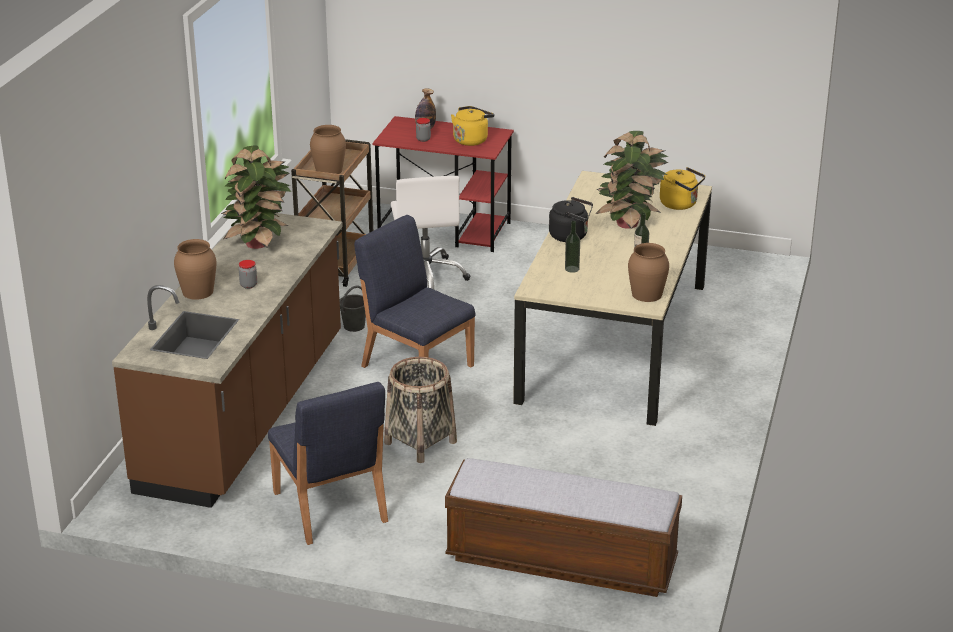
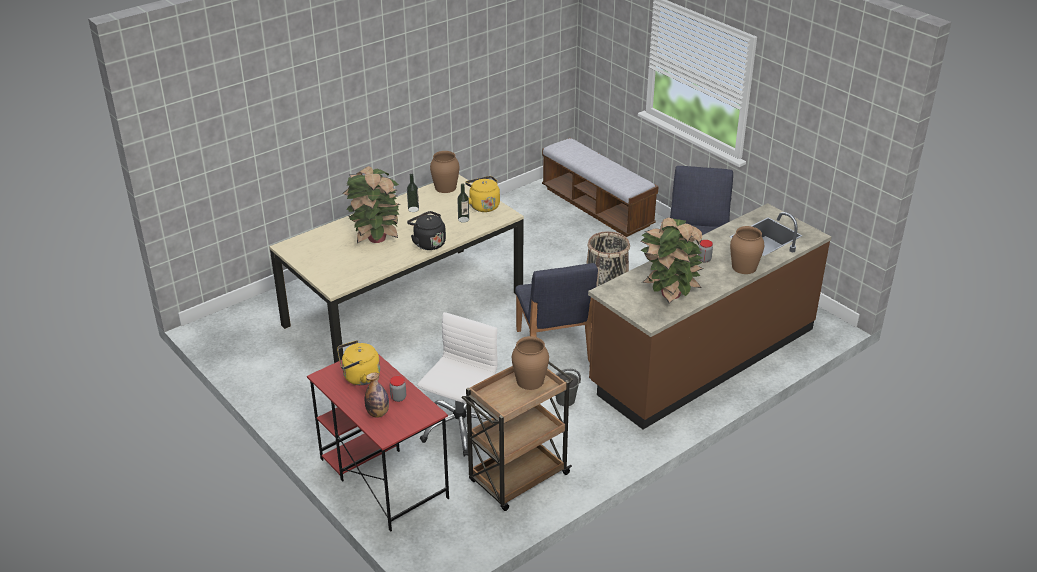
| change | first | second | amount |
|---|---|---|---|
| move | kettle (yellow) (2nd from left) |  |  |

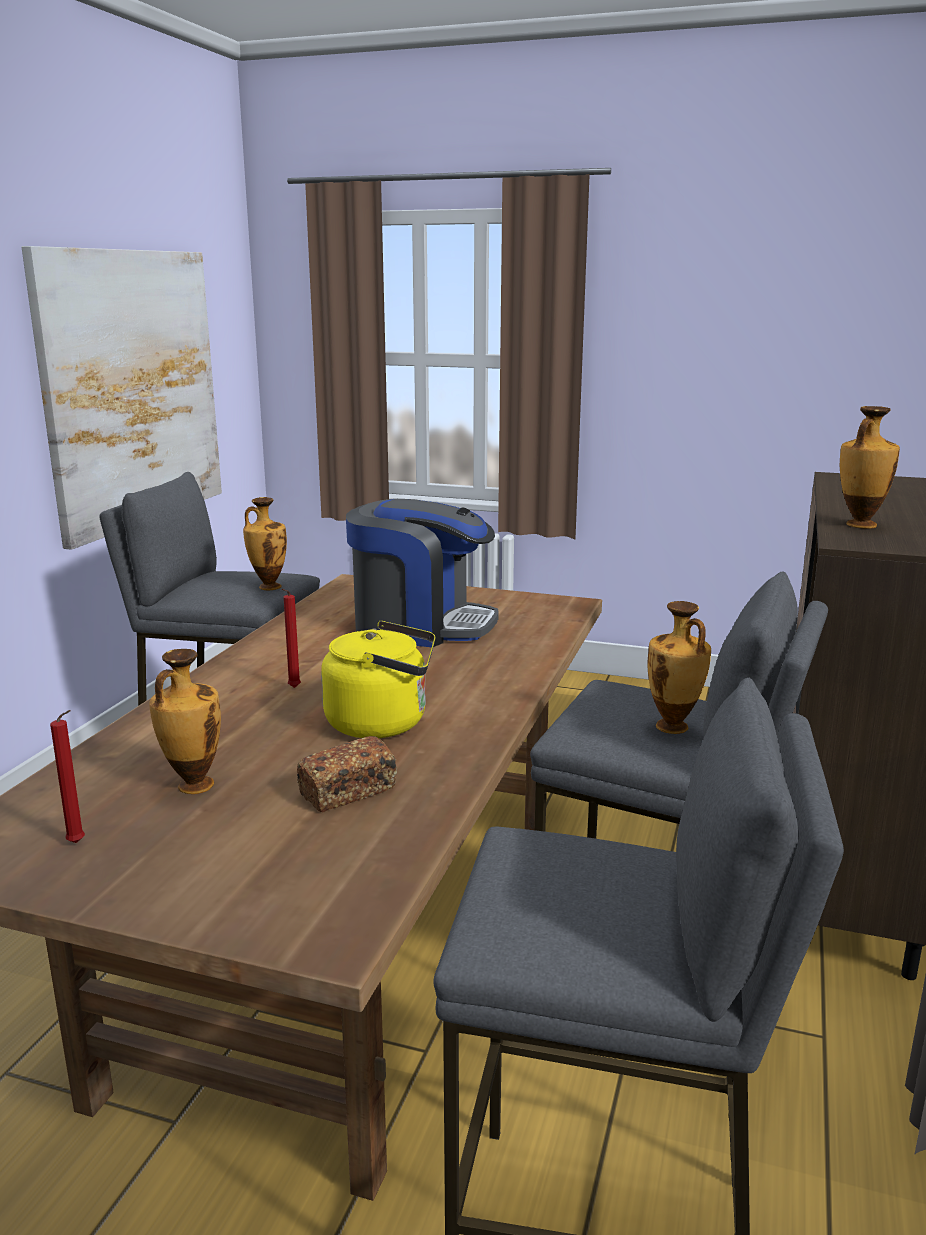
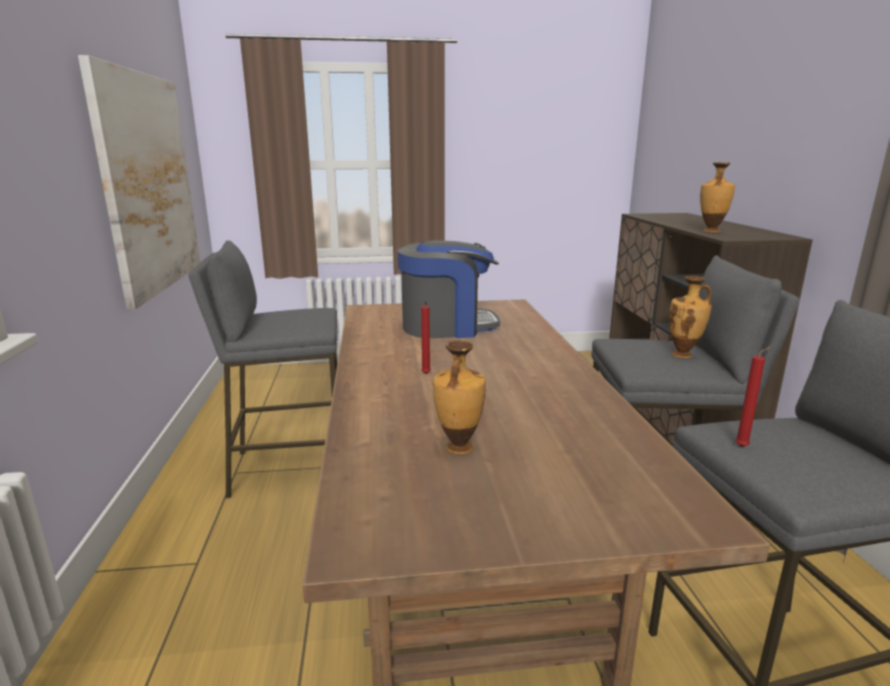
| change | first | second | amount |
|---|---|---|---|
| delete | vase (2nd from left) |  |  |
| delete | bread |  |  |
| delete | kettle (yellow) |  |  |
| move | candle (red) (1st from left in the first image) | candle (red) (2nd from left) |  |

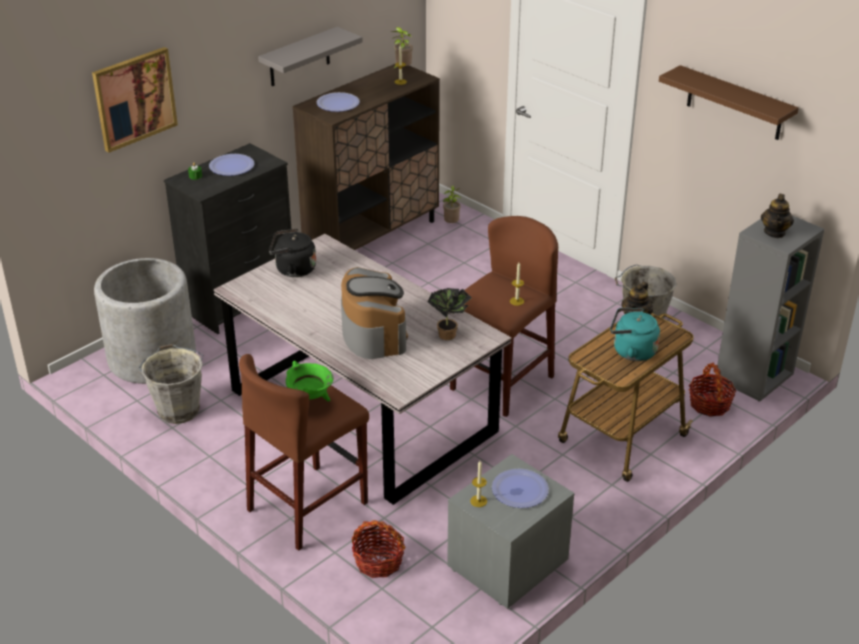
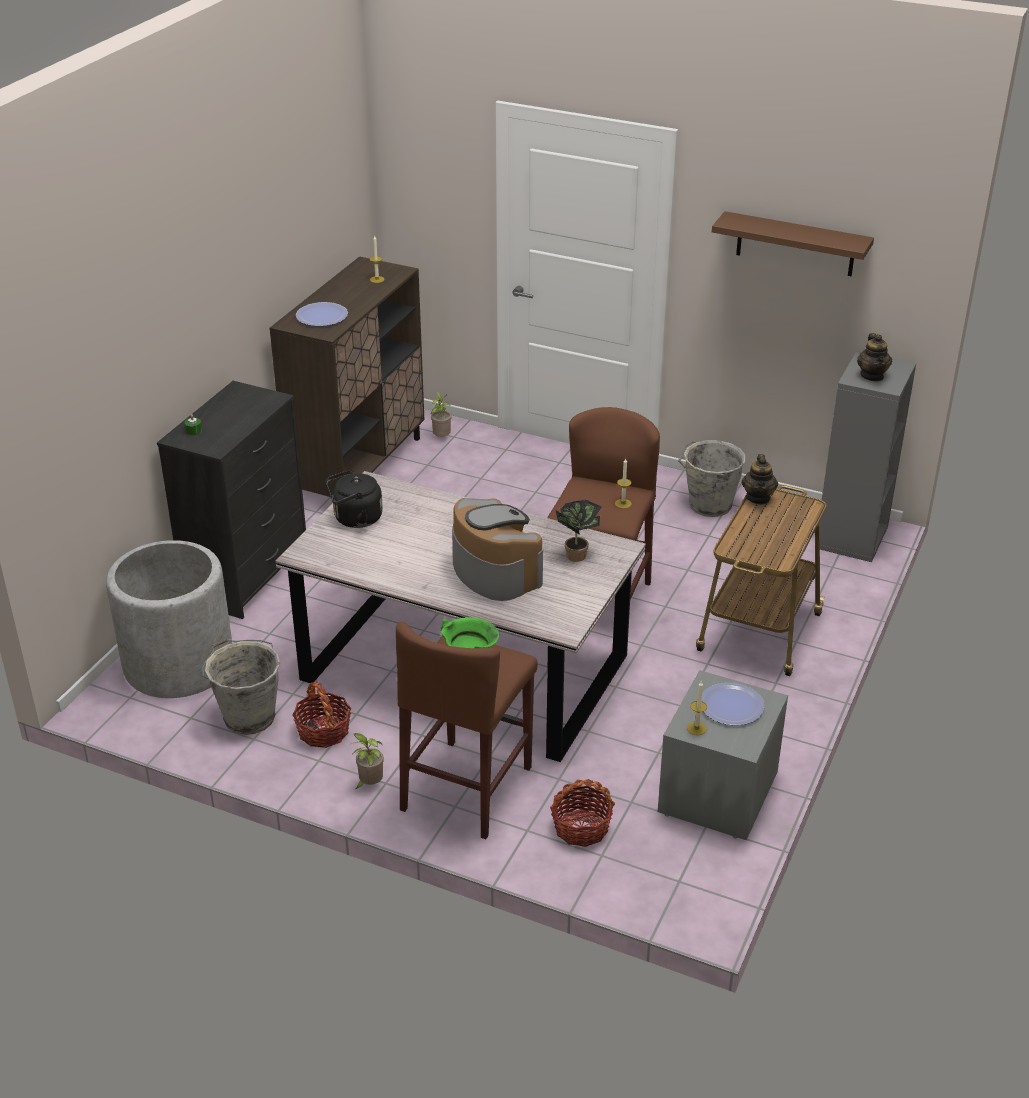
| change | first | second | amount |
|---|---|---|---|
| delete | picture |  |  |
| delete | plate (1st from left) |  |  |
| delete | shelf (grey) |  |  |
| delete | kettle (turquoise) |  |  |
| move | potted plant (1st from left) |  |  |
| move | basket (2nd from left in the first image) | basket (1st from left) |  |

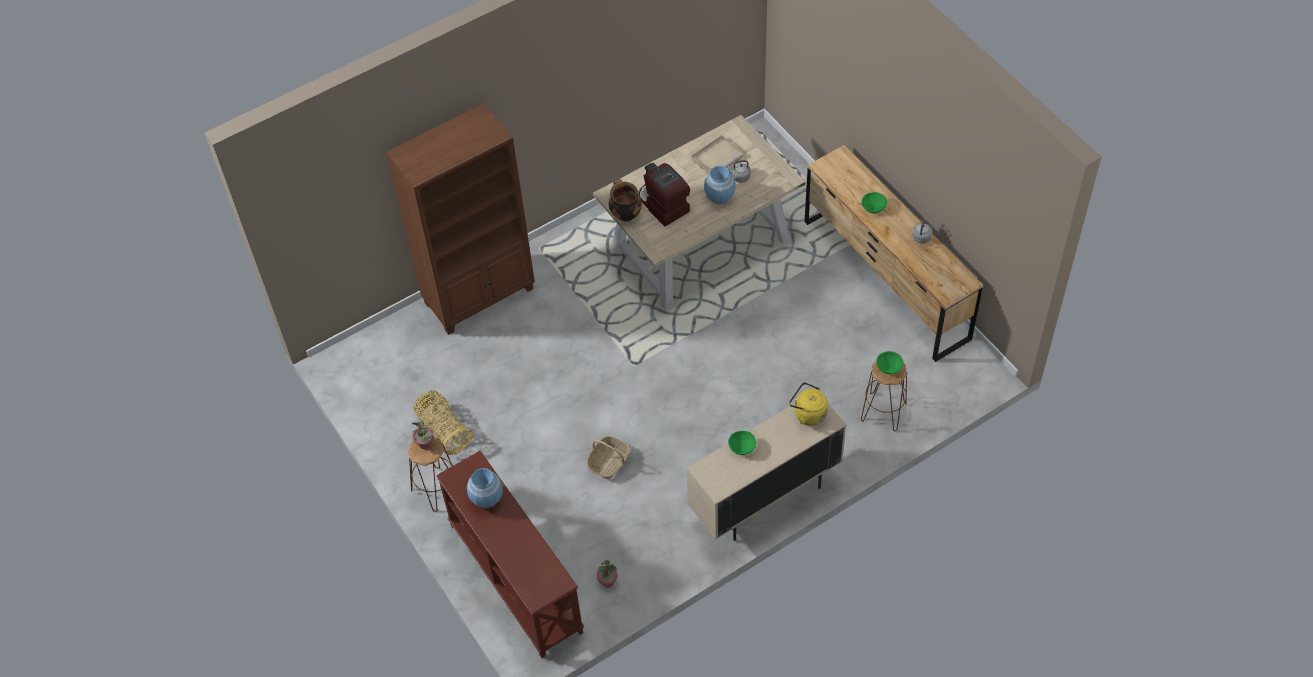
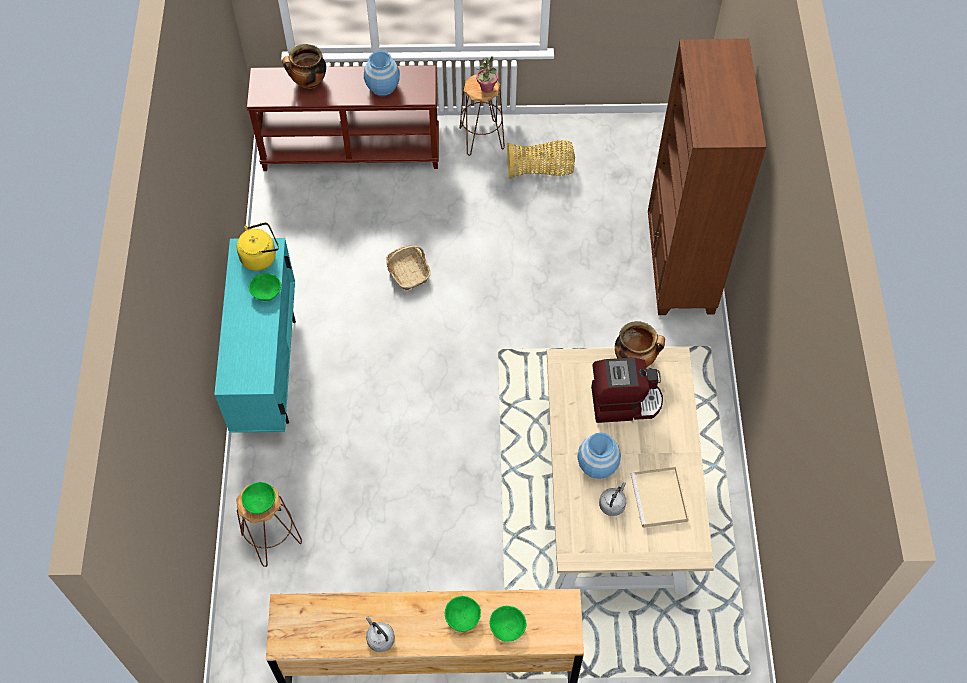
| change | first | second | amount |
|---|---|---|---|
| delete | potted plant (2nd from left) |  |  |
| insert |  | cooking pot (1st from left) |  |
| insert |  | bowl (green) (4th from left) |  |
| move | kettle (yellow) |  |  |
| recolor | cabinet (beige) | cabinet (turquoise) |  |

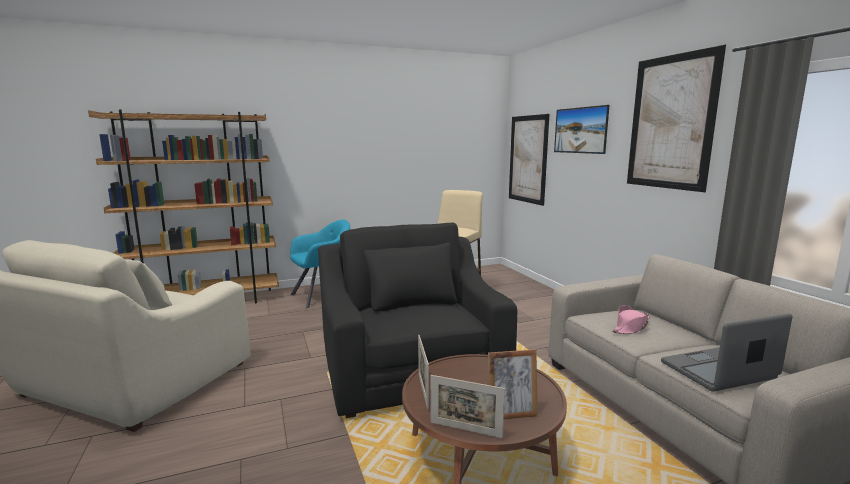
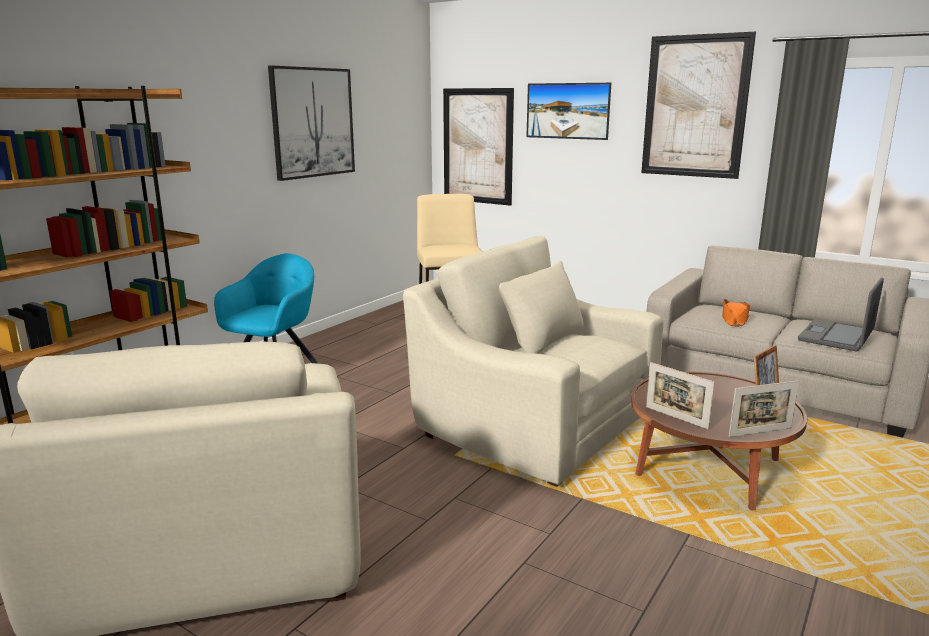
| change | first | second | amount |
|---|---|---|---|
| insert |  | picture (1st from left) |  |
| recolor | armchair (black) | armchair (beige) (2nd from left) |  |
| recolor | hat (pink) | hat (orange) |  |

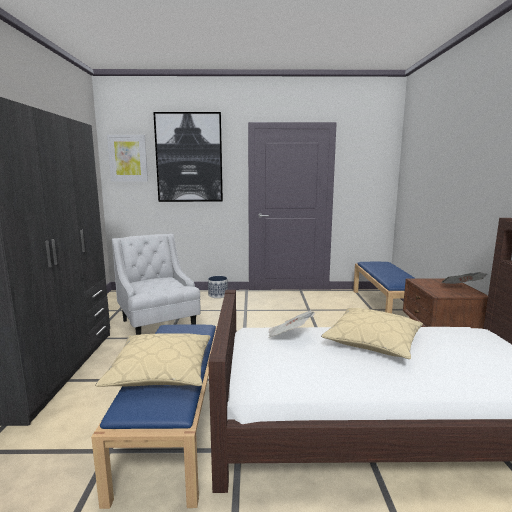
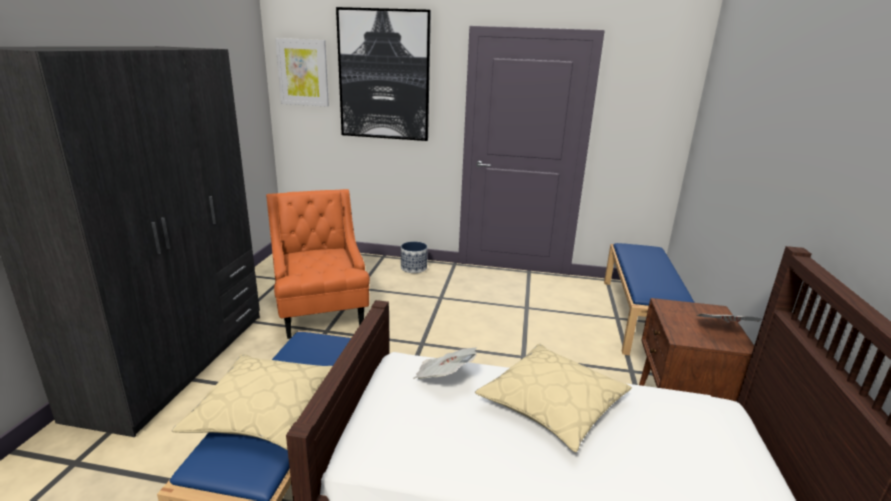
| change | first | second | amount |
|---|---|---|---|
| recolor | armchair (white) | armchair (orange) |  |

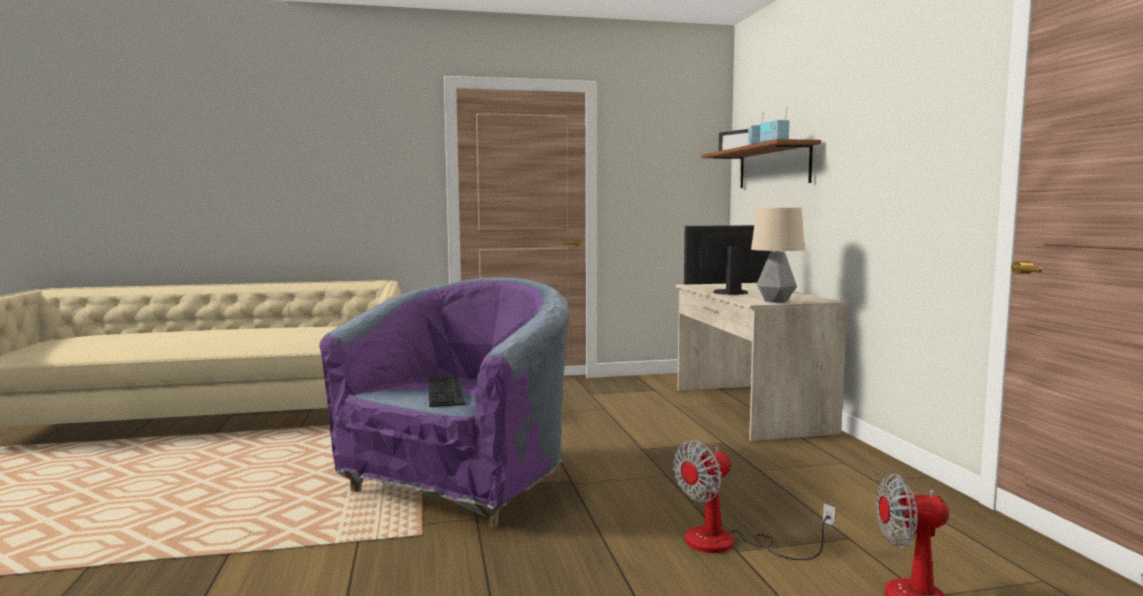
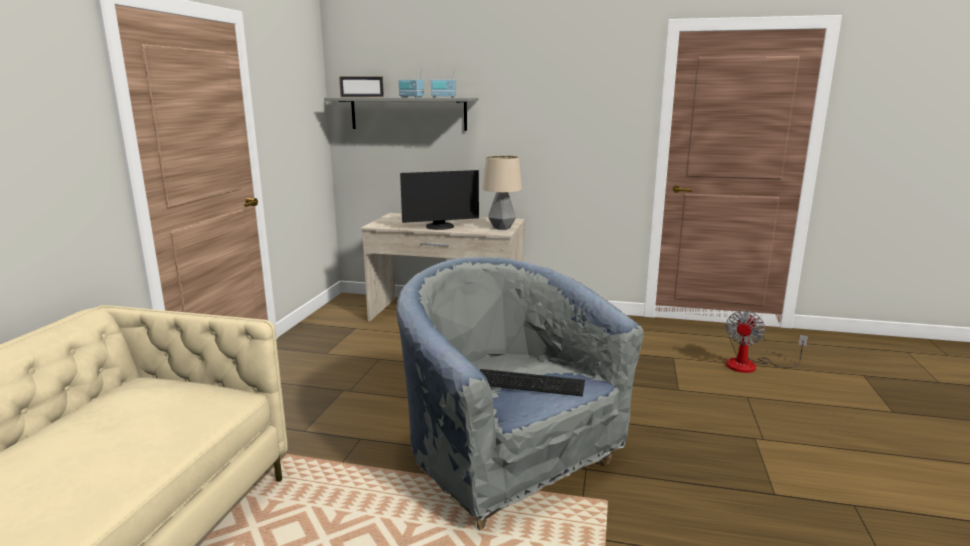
| change | first | second | amount |
|---|---|---|---|
| delete | fan (1st from left) |  |  |
| recolor | armchair (purple) | armchair (grey) |  |
| recolor | shelf (brown) | shelf (grey) |  |
| rotate | monitor |  | 120 degrees counterclockwise |

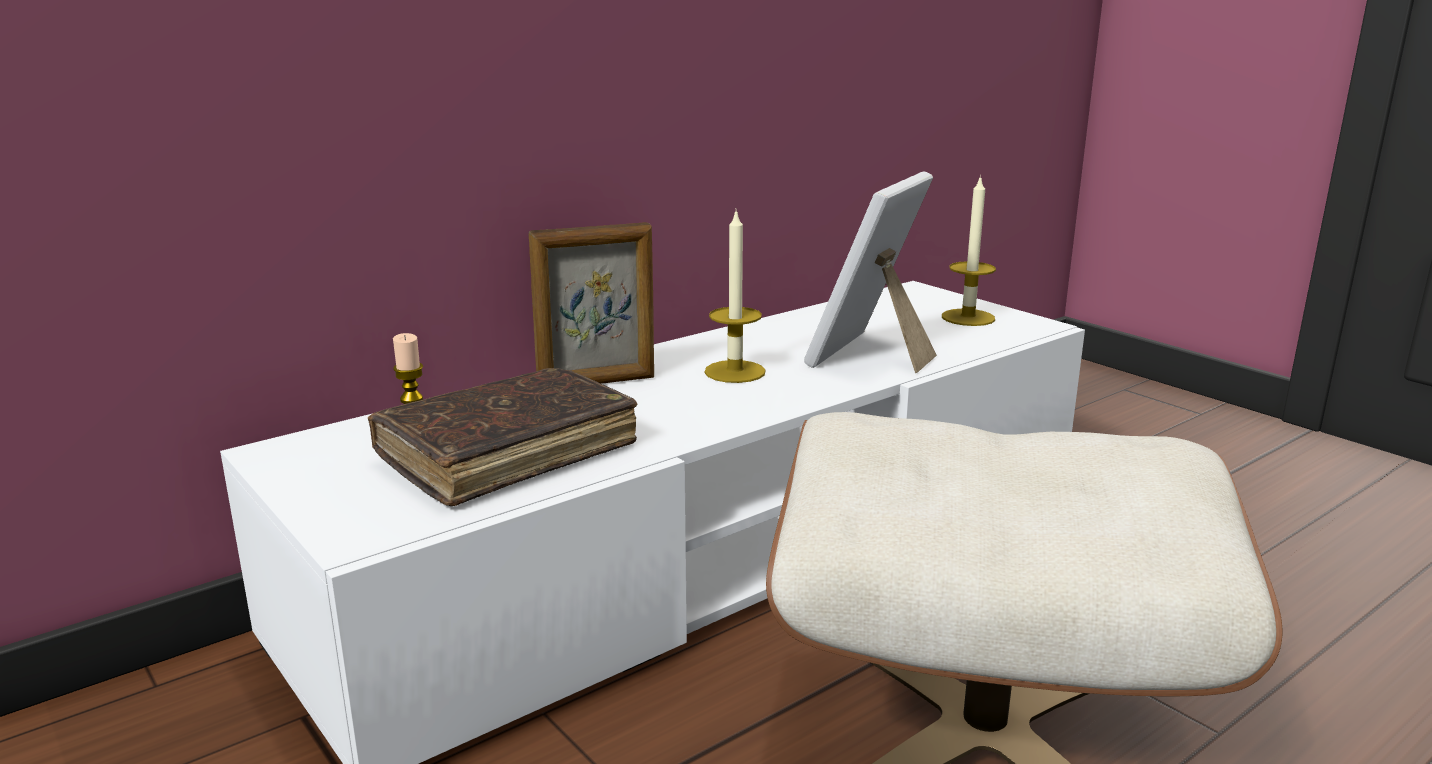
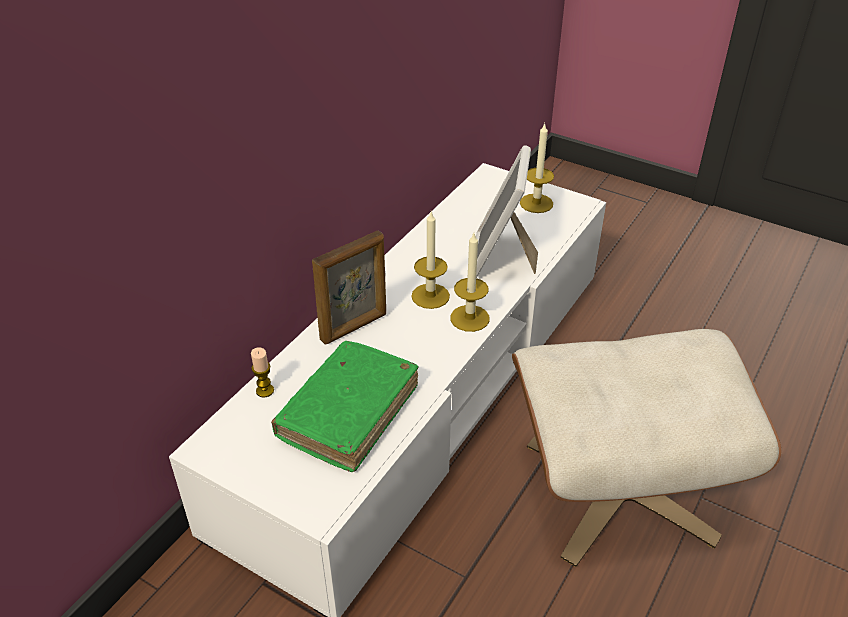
| change | first | second | amount |
|---|---|---|---|
| insert |  | candle (3rd from left) |  |
| recolor | book (brown) | book (green) |  |

